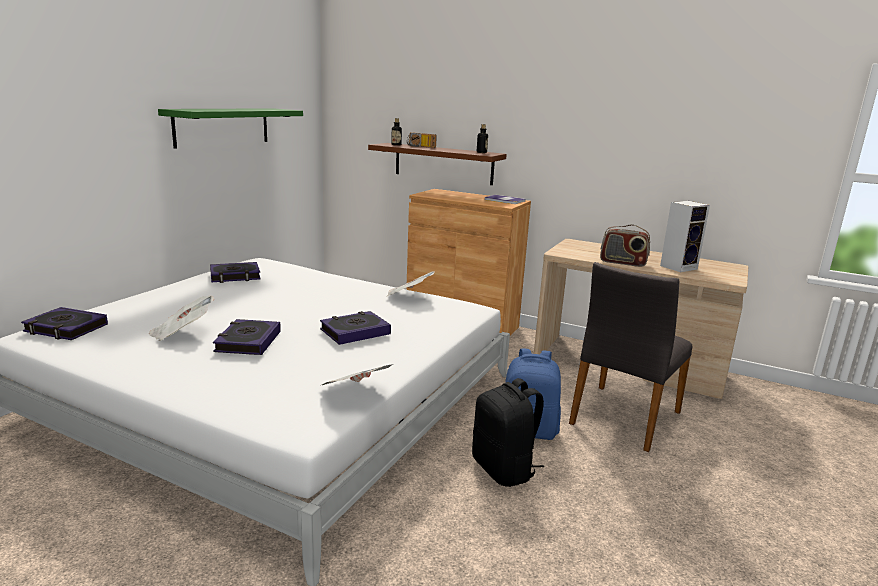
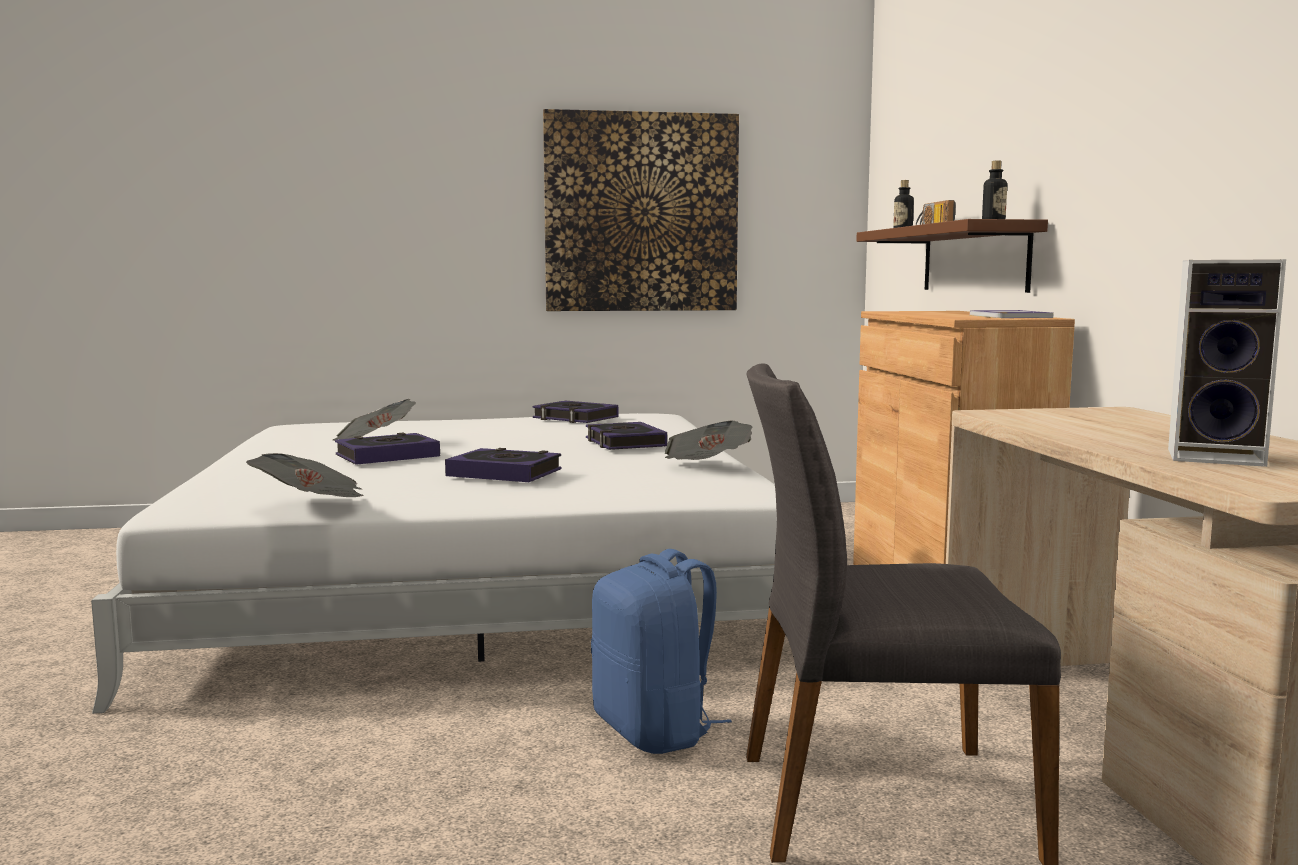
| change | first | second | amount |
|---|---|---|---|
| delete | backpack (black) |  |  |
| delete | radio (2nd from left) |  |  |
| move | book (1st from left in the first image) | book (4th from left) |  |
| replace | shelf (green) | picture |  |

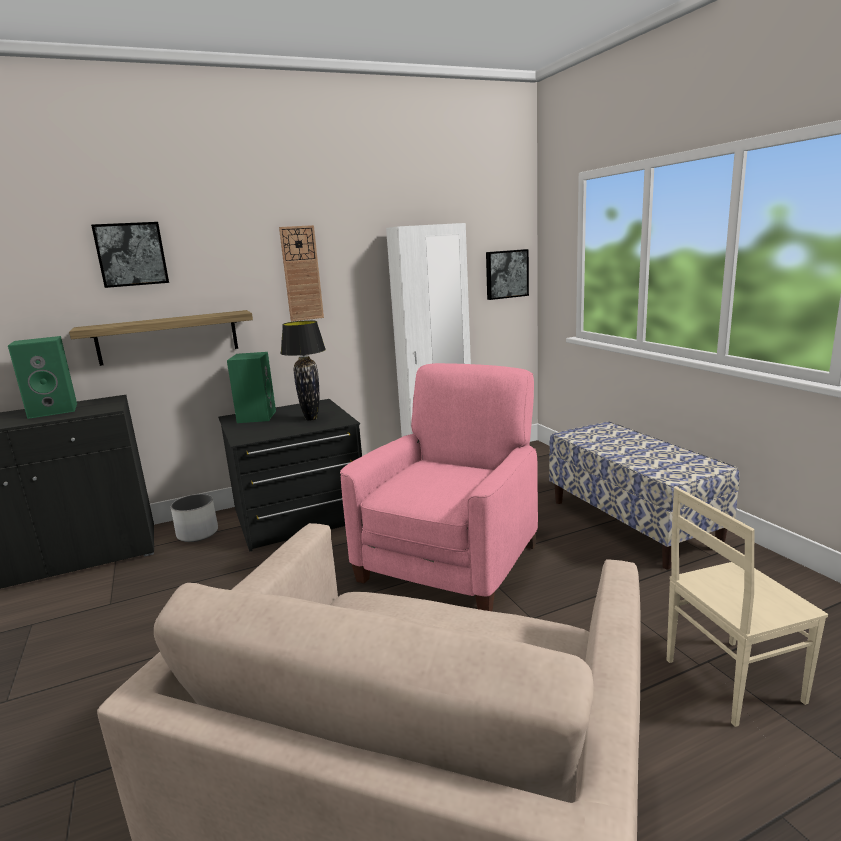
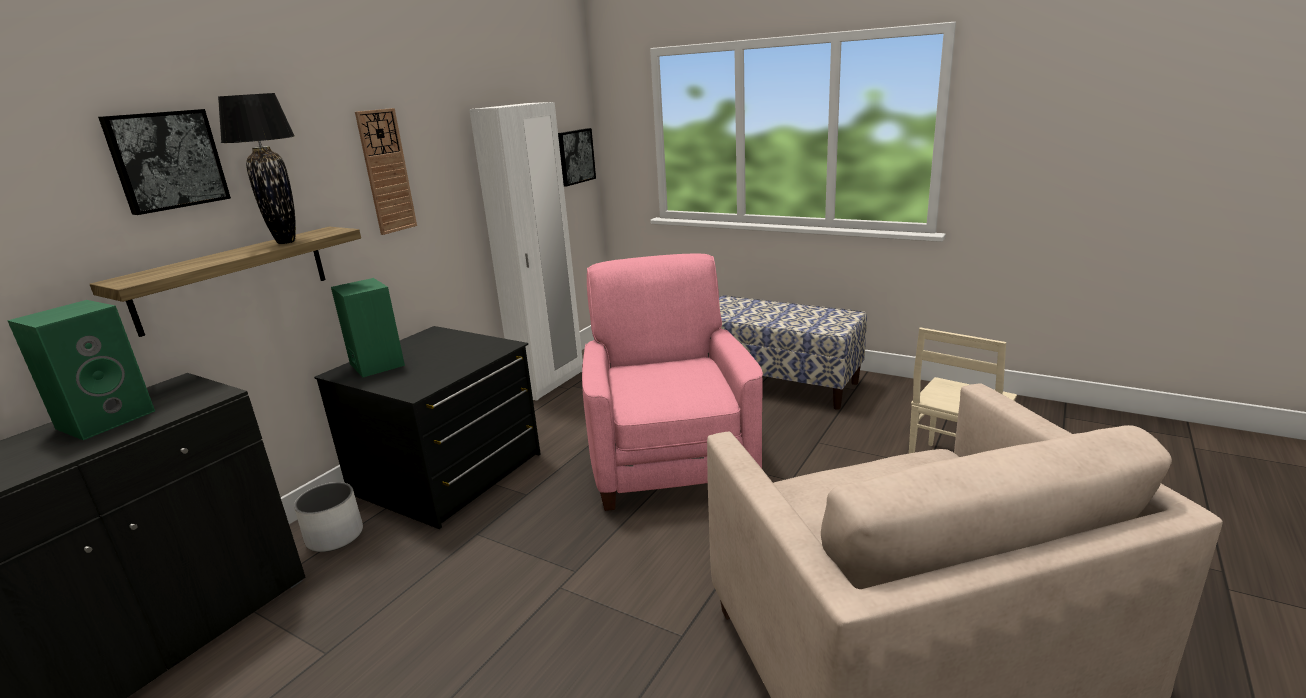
| change | first | second | amount |
|---|---|---|---|
| move | table lamp (black) |  |  |

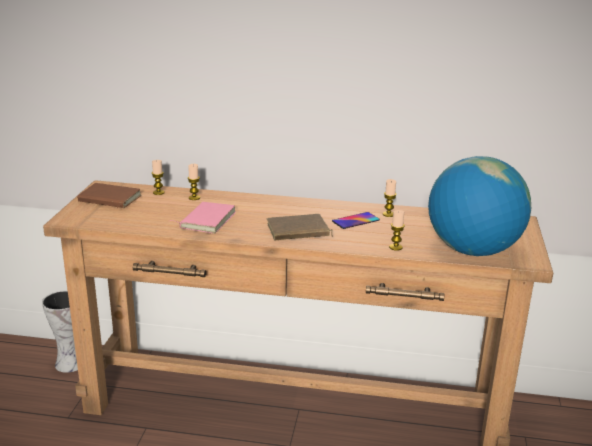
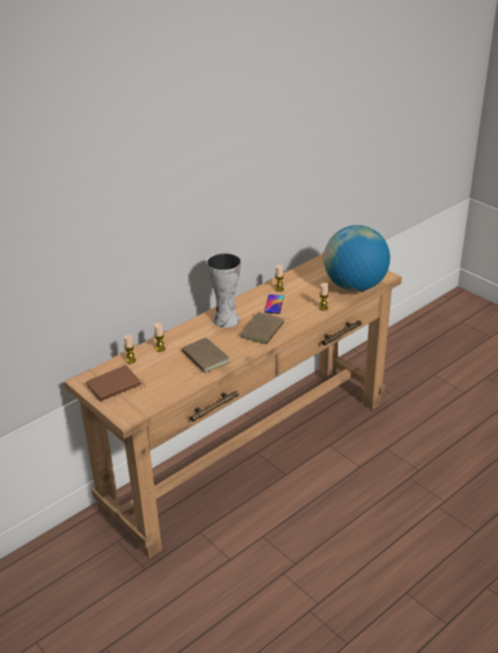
| change | first | second | amount |
|---|---|---|---|
| move | vase |  |  |
| recolor | book (pink) | book (brown) (2nd from left) |  |

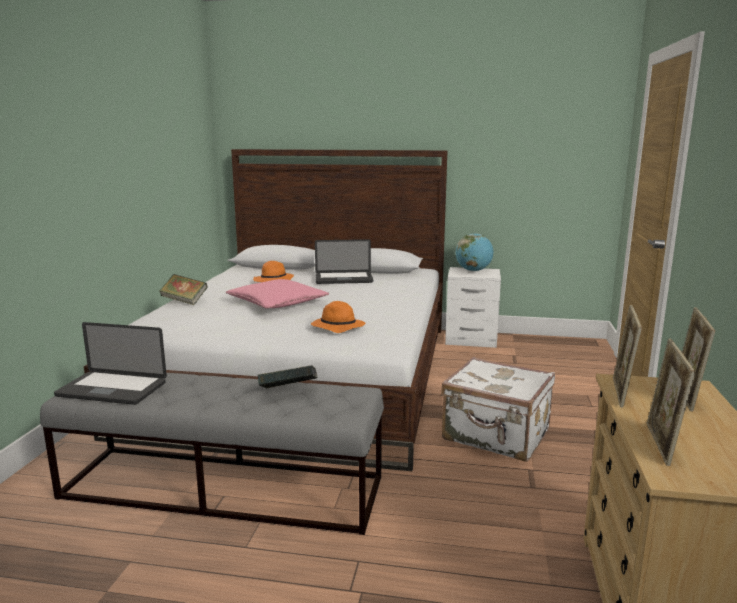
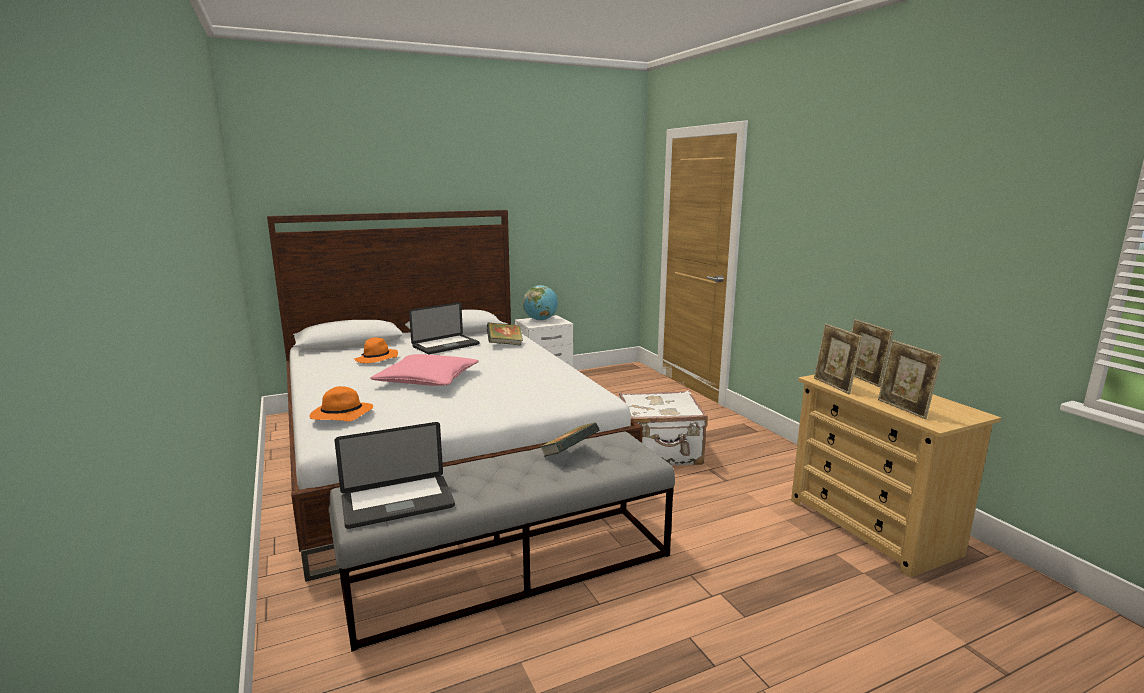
| change | first | second | amount |
|---|---|---|---|
| move | book (1st from left) |  |  |
| move | hat (orange) (2nd from left in the first image) | hat (orange) (1st from left) |  |

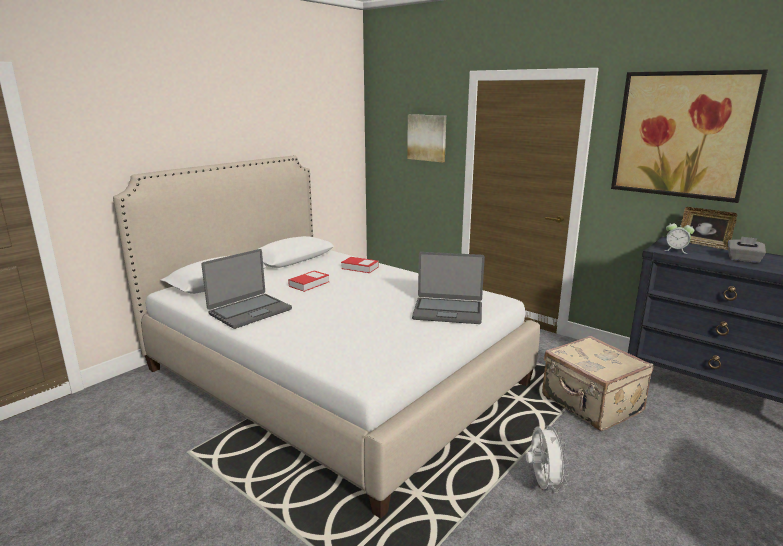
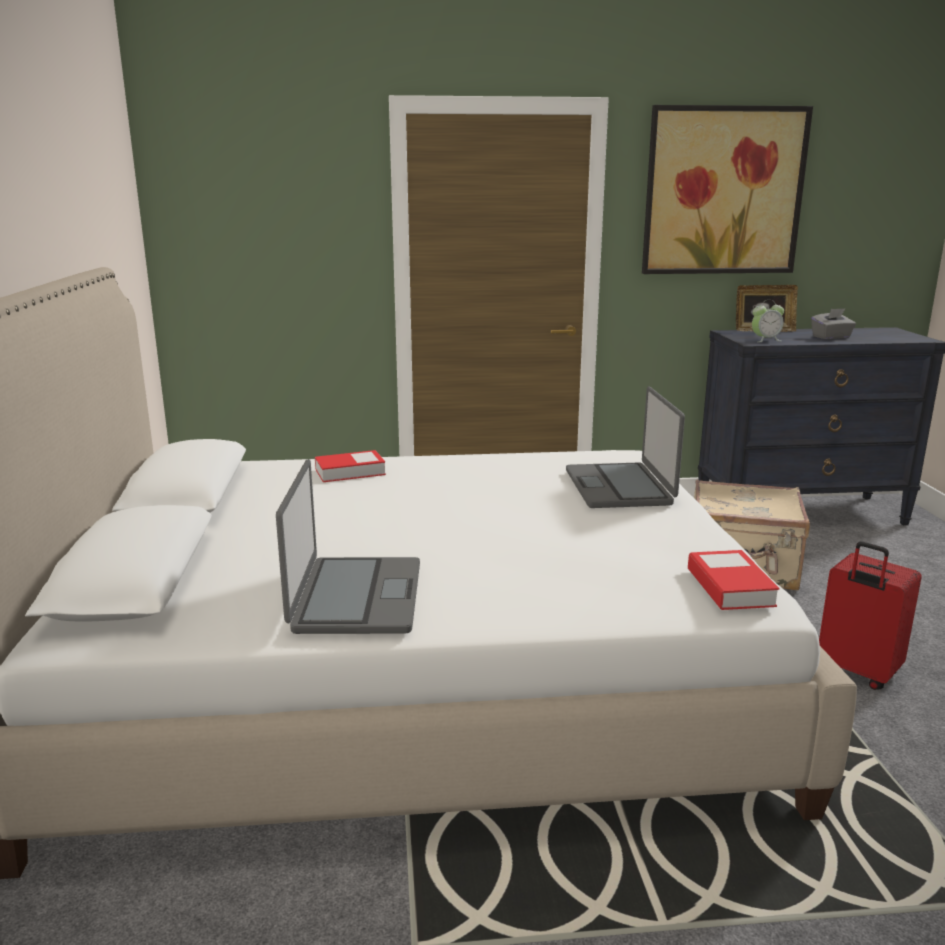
| change | first | second | amount |
|---|---|---|---|
| delete | picture (1st from left) |  |  |
| move | book (1st from left in the first image) | book (2nd from left) |  |
| replace | fan (white) | suitcase (red) |  |
| rotate | laptop (2nd from left) |  | 120 degrees clockwise |

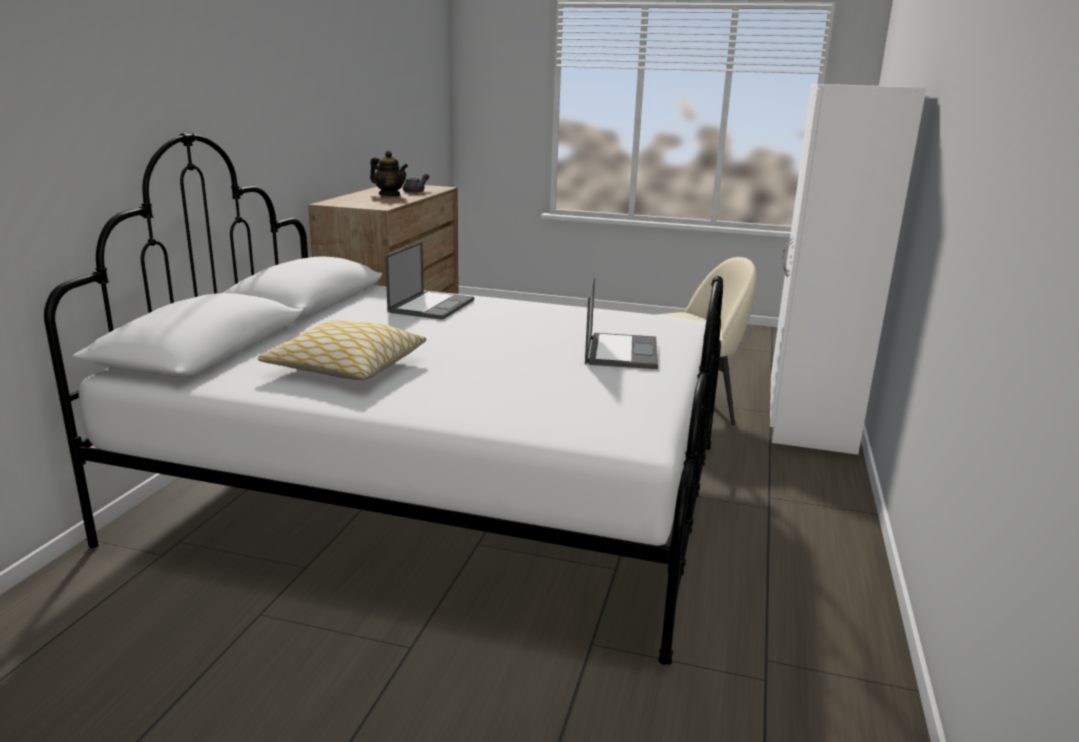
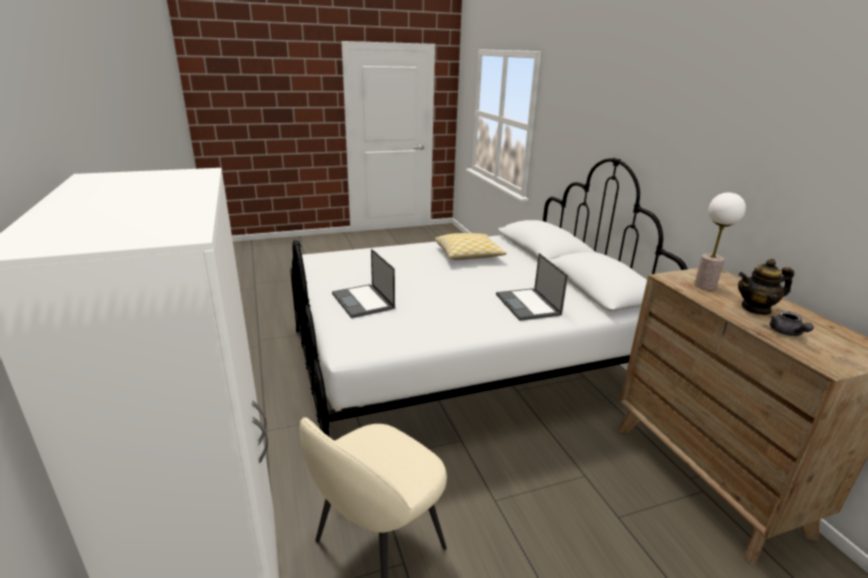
| change | first | second | amount |
|---|---|---|---|
| insert |  | table lamp |  |

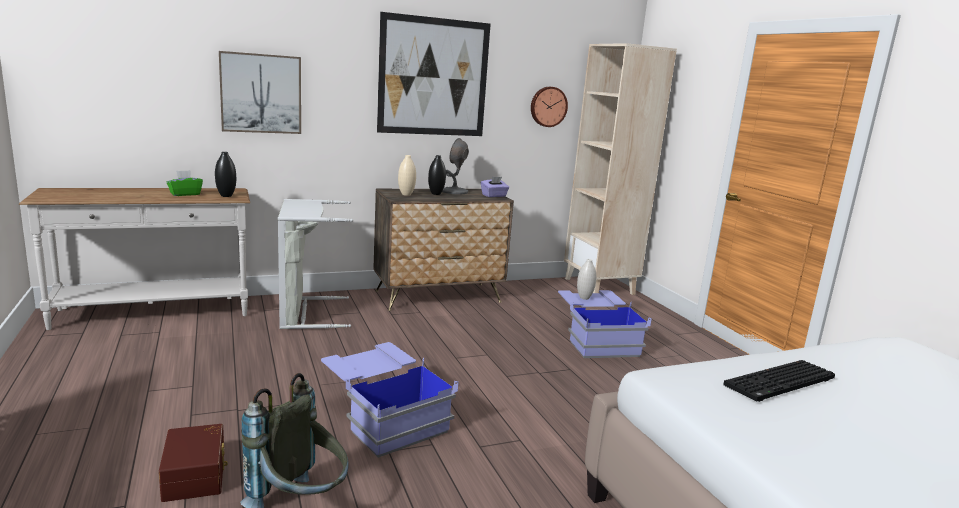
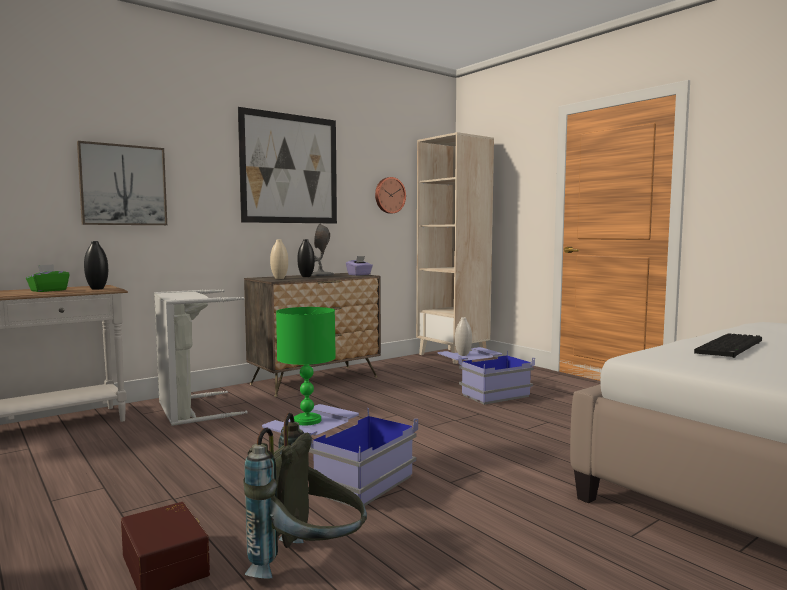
| change | first | second | amount |
|---|---|---|---|
| insert |  | table lamp (green) |  |

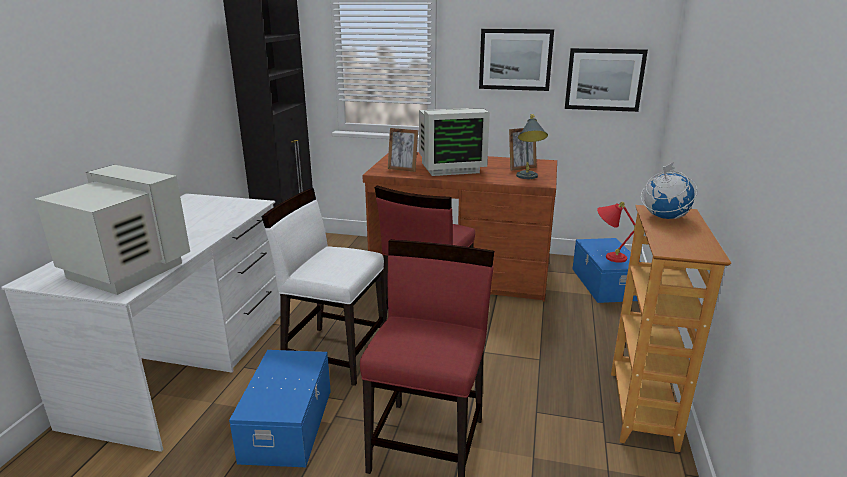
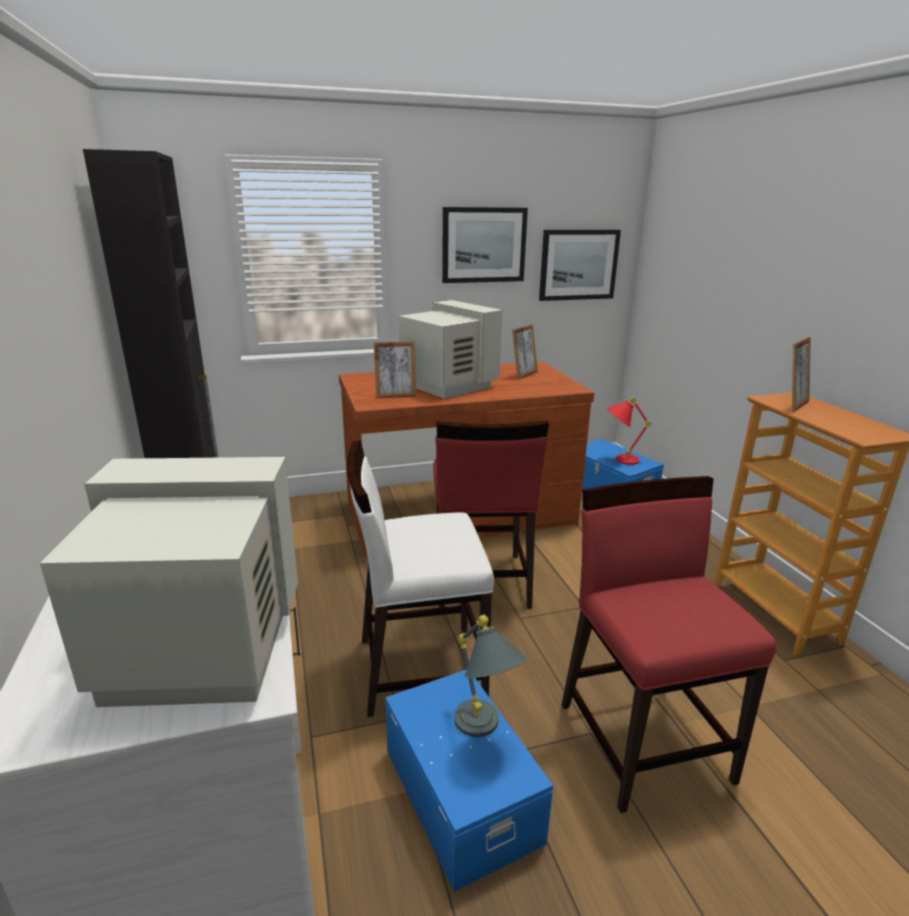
| change | first | second | amount |
|---|---|---|---|
| move | table lamp (grey) |  |  |
| replace | globe | picture frame (3rd from left) |  |
| rotate | monitor (2nd from left) |  | 90 degrees counterclockwise |

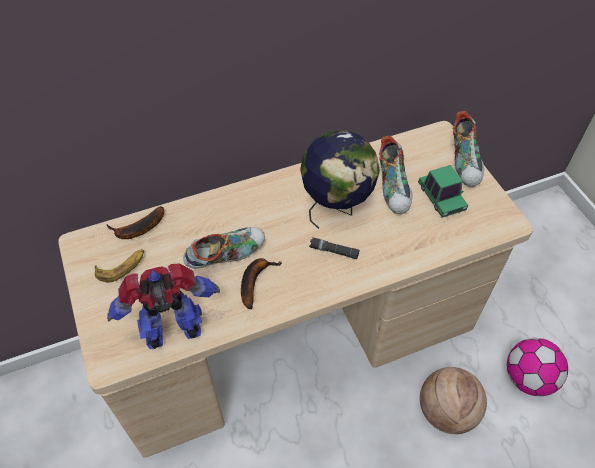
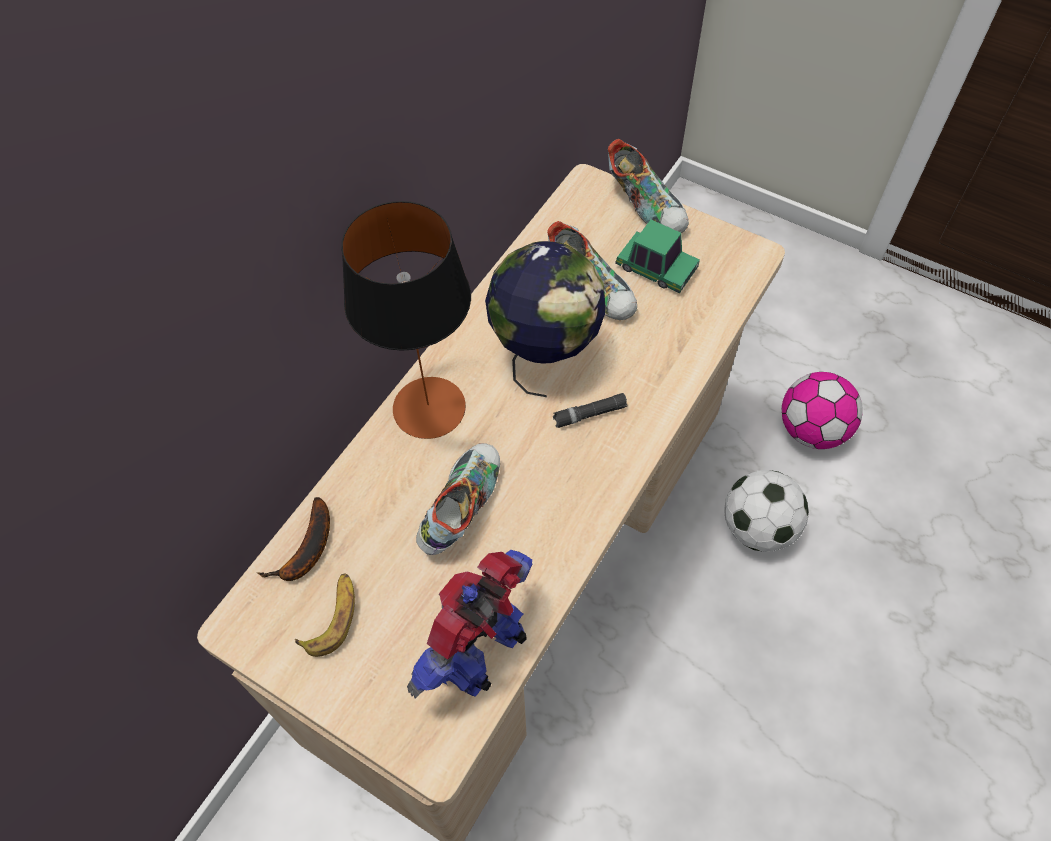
| change | first | second | amount |
|---|---|---|---|
| delete | banana (3rd from left) |  |  |
| insert |  | table lamp |  |
| replace | basketball | football (1st from left) |  |

